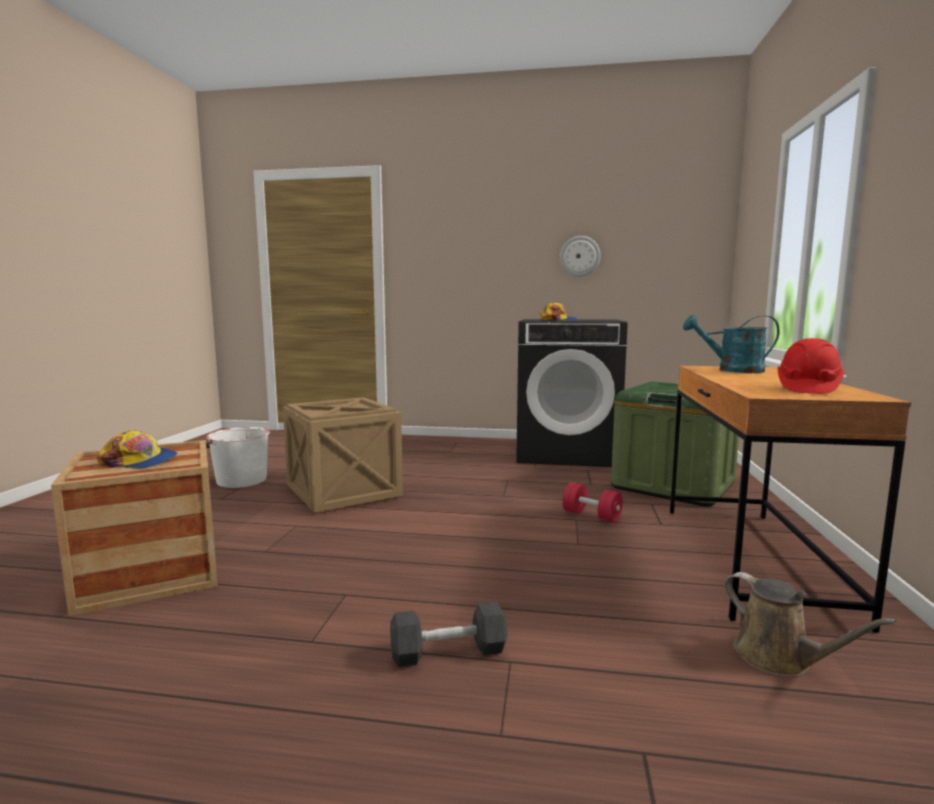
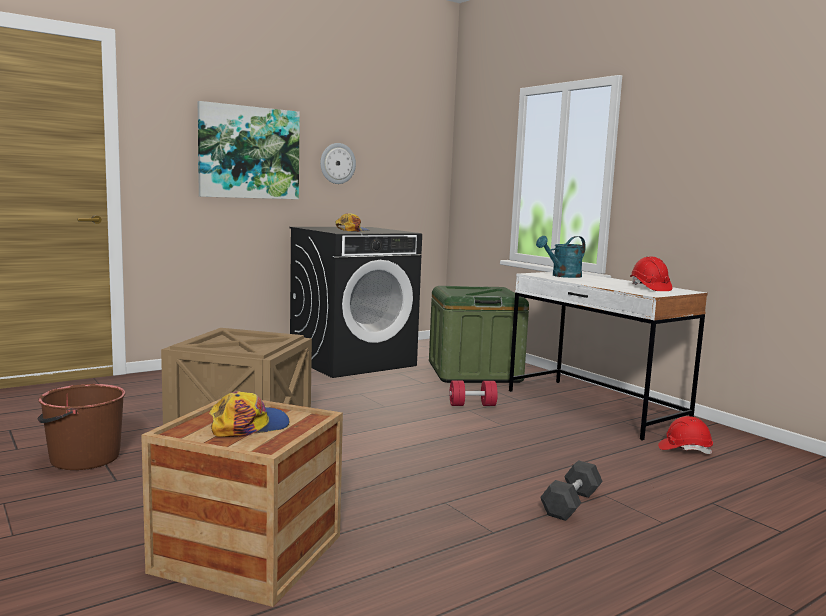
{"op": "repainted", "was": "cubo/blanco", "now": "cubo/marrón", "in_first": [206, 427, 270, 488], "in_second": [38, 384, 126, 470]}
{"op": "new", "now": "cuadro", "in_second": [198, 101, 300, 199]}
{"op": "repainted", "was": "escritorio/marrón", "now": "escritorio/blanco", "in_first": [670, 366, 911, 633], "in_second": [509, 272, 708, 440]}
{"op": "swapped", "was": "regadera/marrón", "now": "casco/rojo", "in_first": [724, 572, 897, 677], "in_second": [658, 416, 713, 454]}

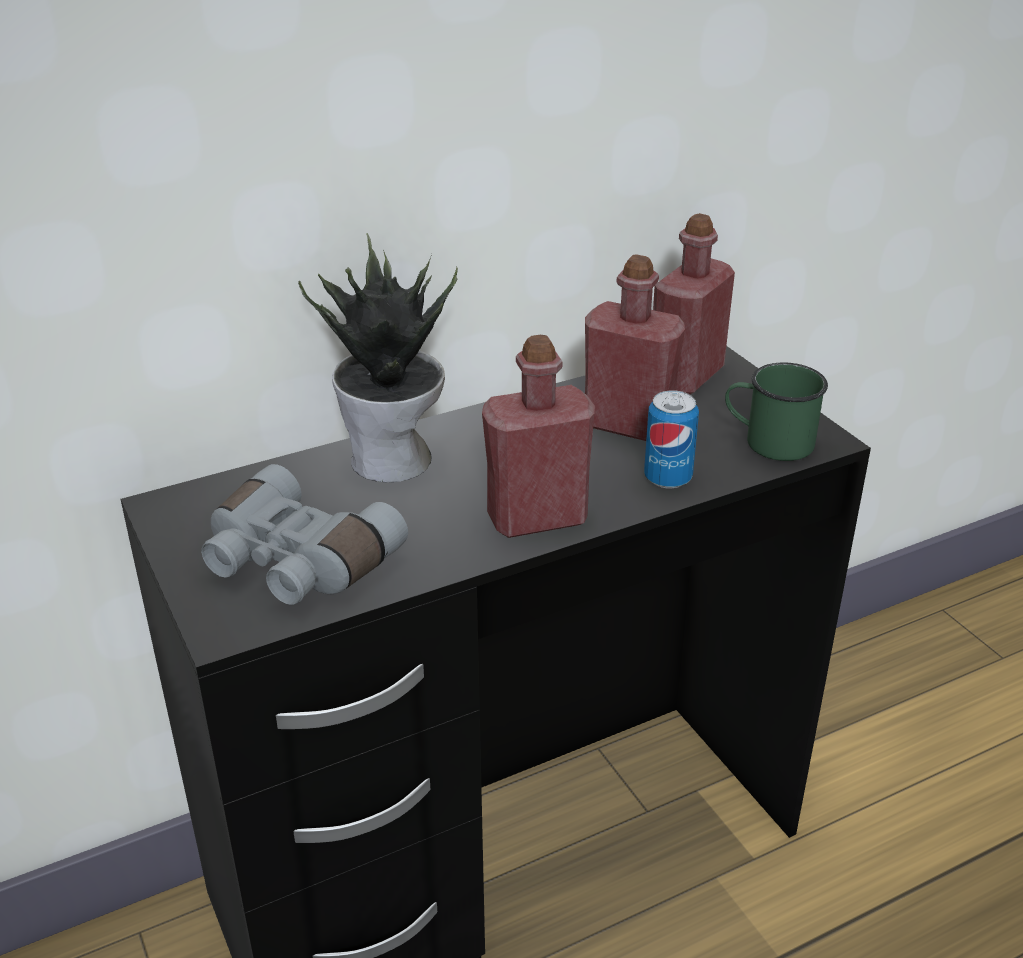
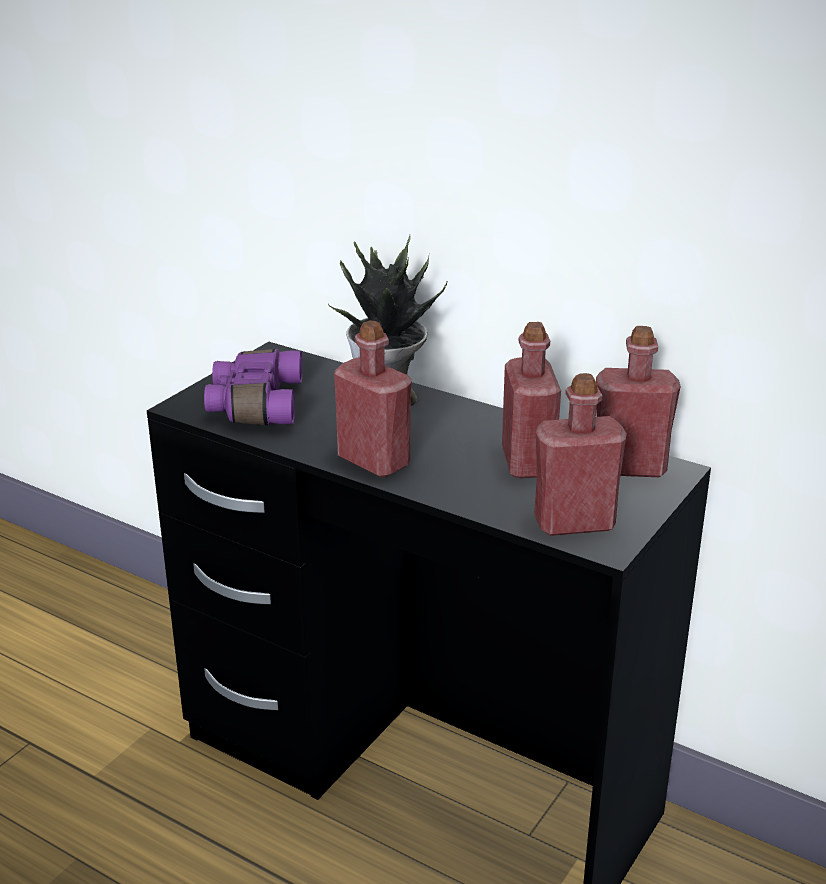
{"op": "repainted", "was": "prismáticos/gris", "now": "prismáticos/morado", "in_first": [201, 464, 408, 605], "in_second": [204, 349, 303, 426]}
{"op": "swapped", "was": "taza grande/verde", "now": "botella/rojo", "in_first": [725, 362, 828, 461], "in_second": [534, 373, 627, 536]}
{"op": "gone", "was": "lata", "in_first": [644, 390, 699, 488]}

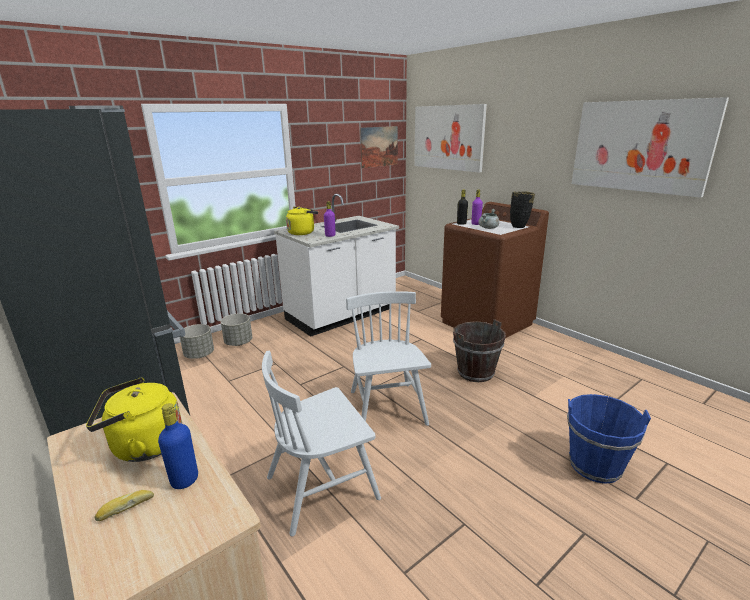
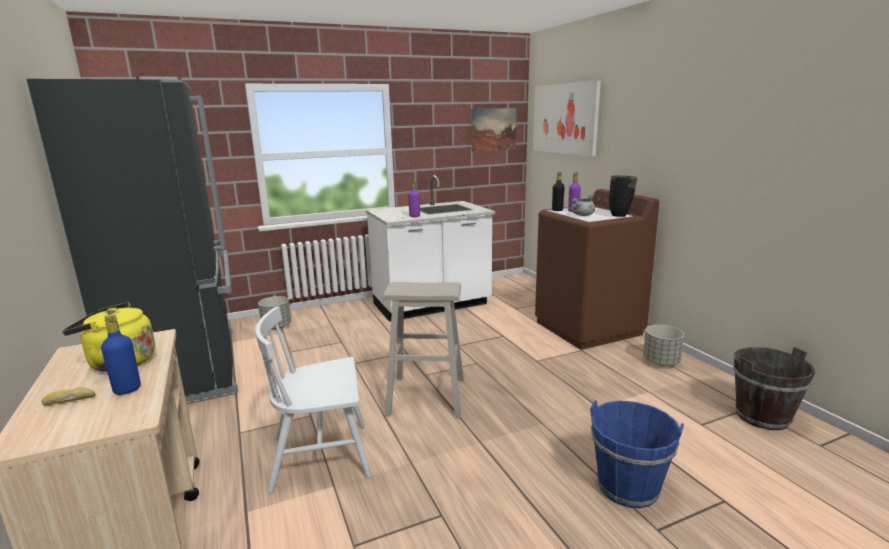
{"op": "swapped", "was": "silla/blanco", "now": "taburete/beis", "in_first": [346, 291, 431, 426], "in_second": [383, 282, 464, 418]}
{"op": "shifted", "was": "maceta/gris", "in_first": [221, 313, 252, 346], "in_second": [643, 325, 684, 366]}
{"op": "shifted", "was": "cubo/marrón", "in_first": [453, 319, 506, 382], "in_second": [733, 347, 816, 430]}
{"op": "gone", "was": "hervidor/amarillo", "in_first": [286, 207, 318, 235]}
{"op": "gone", "was": "cuadro", "in_first": [571, 97, 729, 198]}

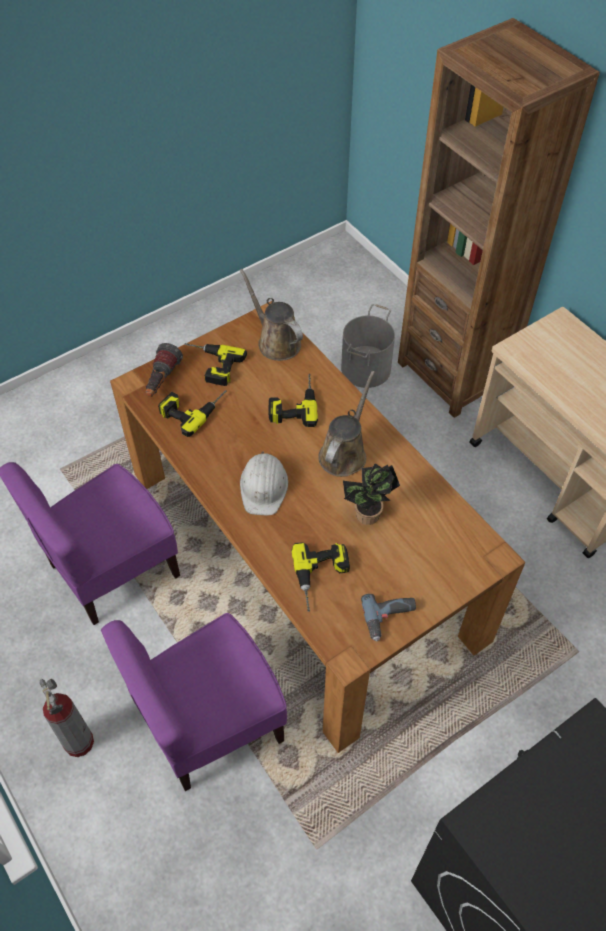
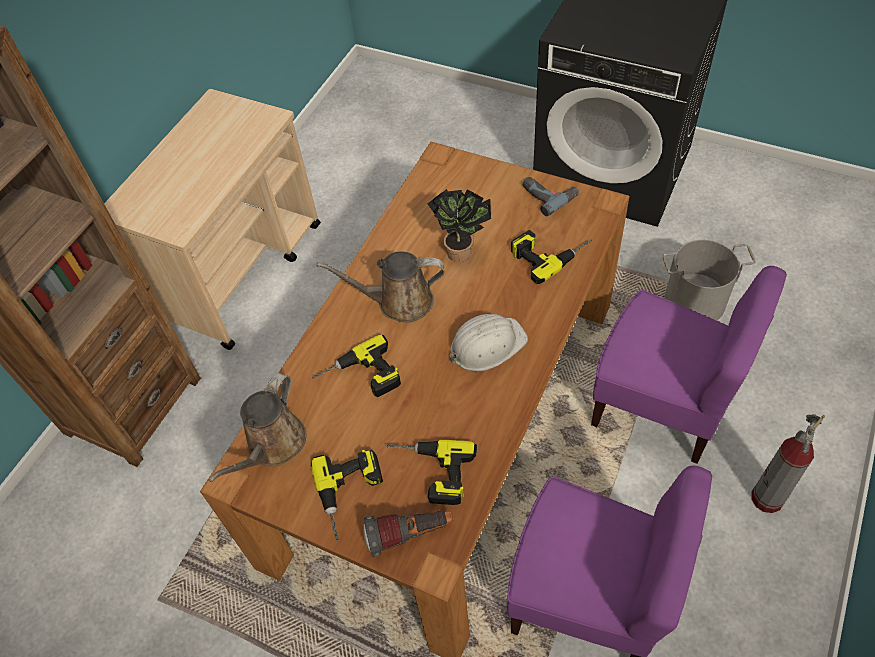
{"op": "shifted", "was": "cubo/gris", "in_first": [341, 304, 395, 388], "in_second": [663, 240, 756, 321]}

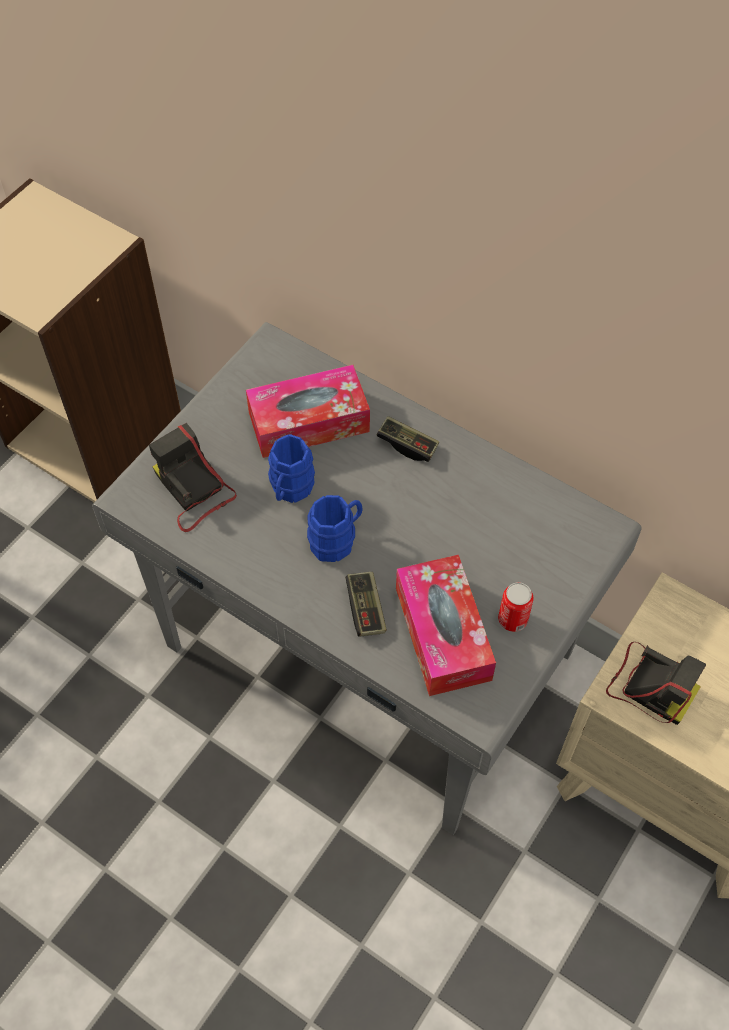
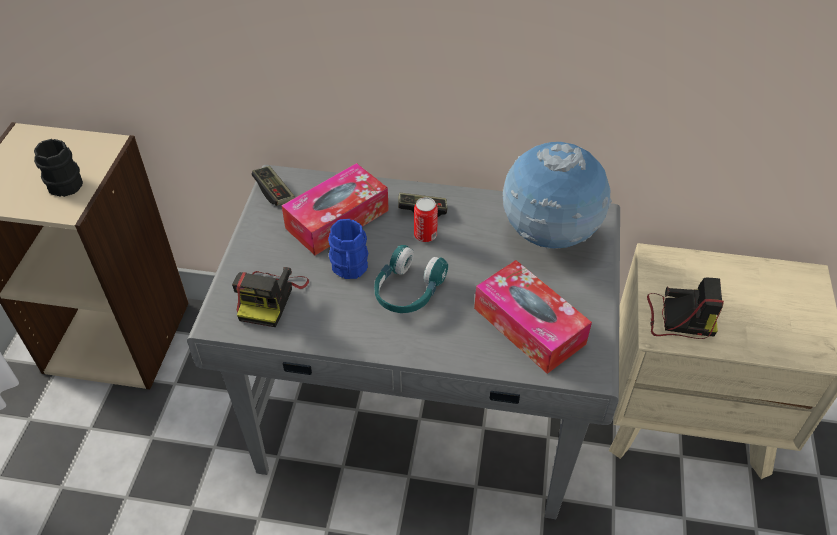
{"op": "new", "now": "taza grande/negro", "in_second": [34, 139, 83, 197]}
{"op": "rotated", "was": "cámara", "in_first": [149, 423, 237, 532], "in_second": [232, 267, 309, 327], "clockwise": -105}
{"op": "shifted", "was": "mando de consola", "in_first": [345, 572, 387, 637], "in_second": [252, 166, 295, 206]}
{"op": "swapped", "was": "taza grande/azul", "now": "auriculares/turquesa", "in_first": [307, 495, 363, 562], "in_second": [374, 245, 448, 313]}
{"op": "shifted", "was": "lata", "in_first": [498, 582, 533, 632], "in_second": [414, 197, 438, 242]}
{"op": "new", "now": "globo terráqueo", "in_second": [503, 142, 612, 249]}

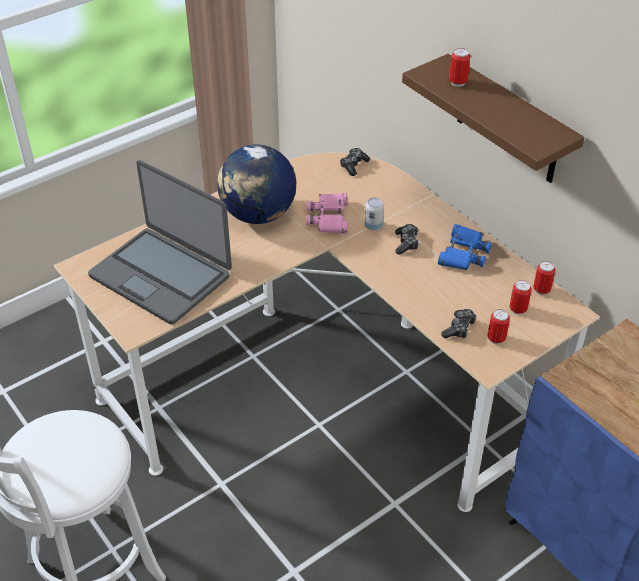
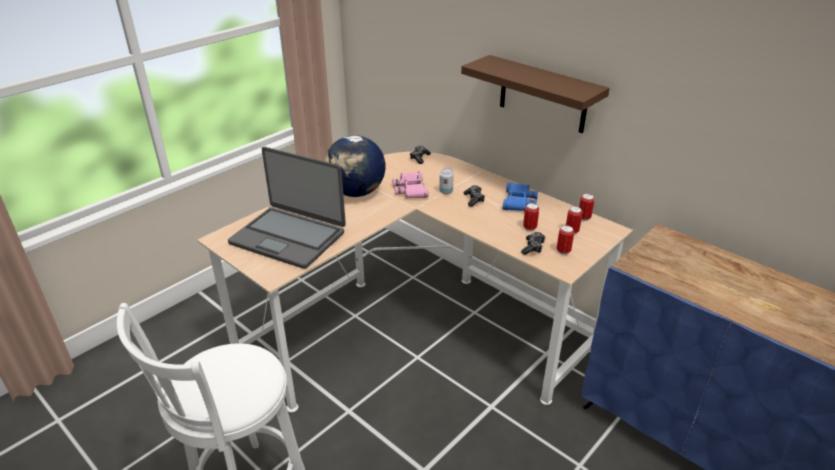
{"op": "shifted", "was": "lata", "in_first": [449, 48, 470, 87], "in_second": [523, 203, 539, 231]}

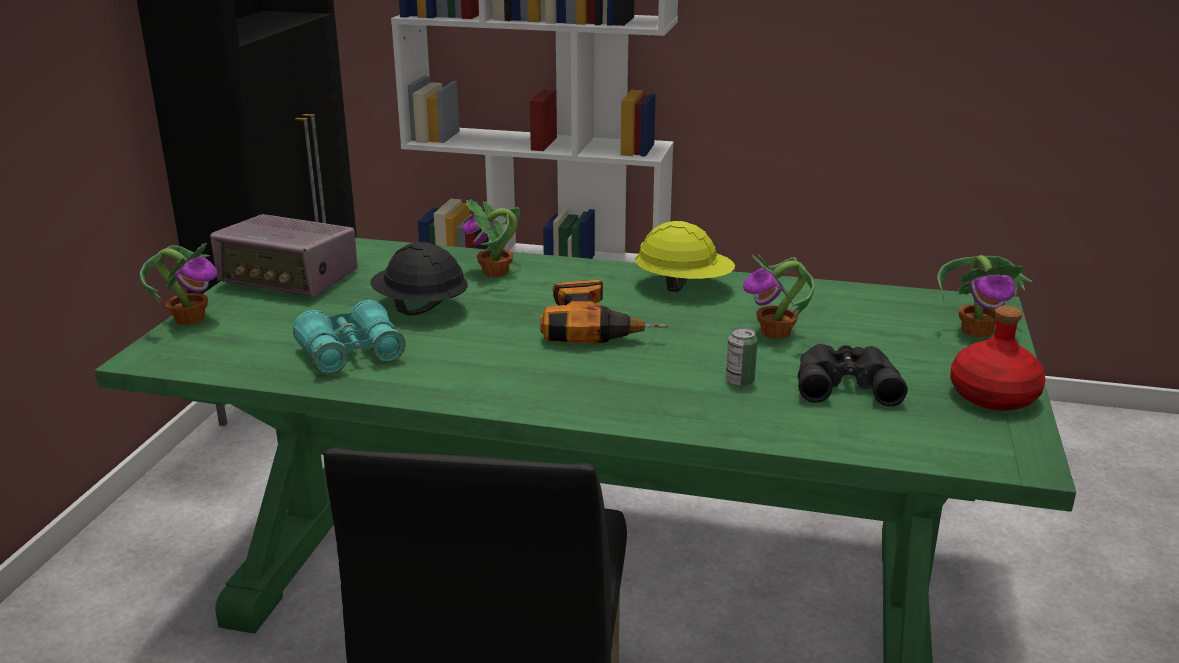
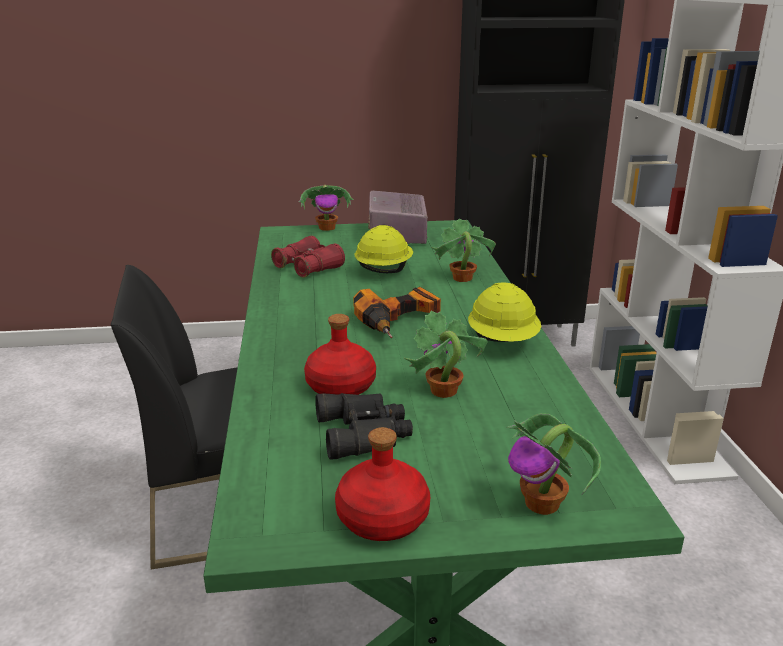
{"op": "repainted", "was": "prismáticos/turquesa", "now": "prismáticos/rojo", "in_first": [293, 300, 406, 374], "in_second": [271, 236, 345, 277]}
{"op": "swapped", "was": "lata", "now": "botella/rojo", "in_first": [726, 327, 758, 387], "in_second": [304, 314, 376, 395]}
{"op": "repainted", "was": "casco/negro", "now": "casco/amarillo", "in_first": [370, 242, 468, 316], "in_second": [355, 225, 413, 273]}

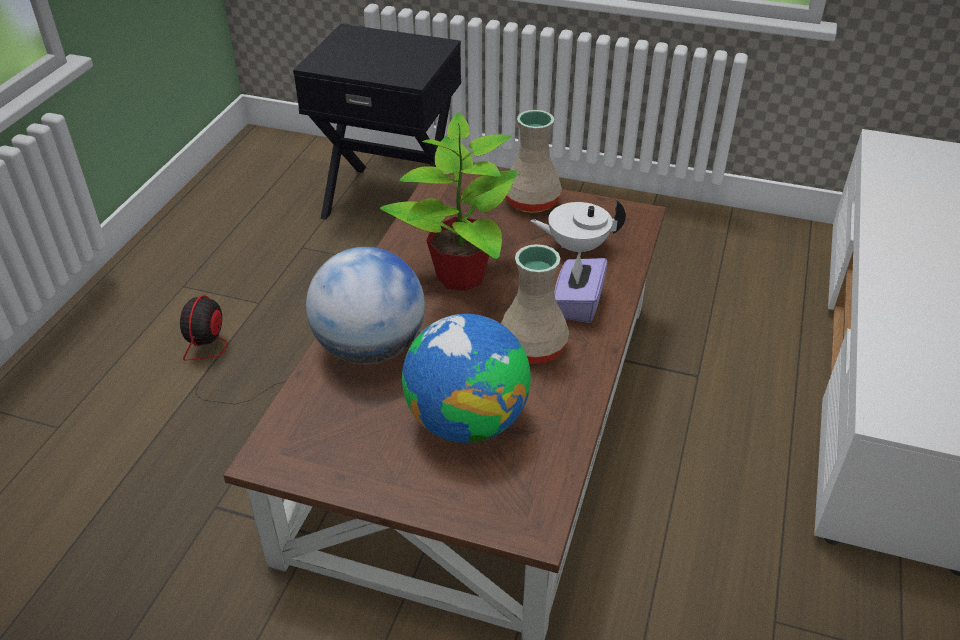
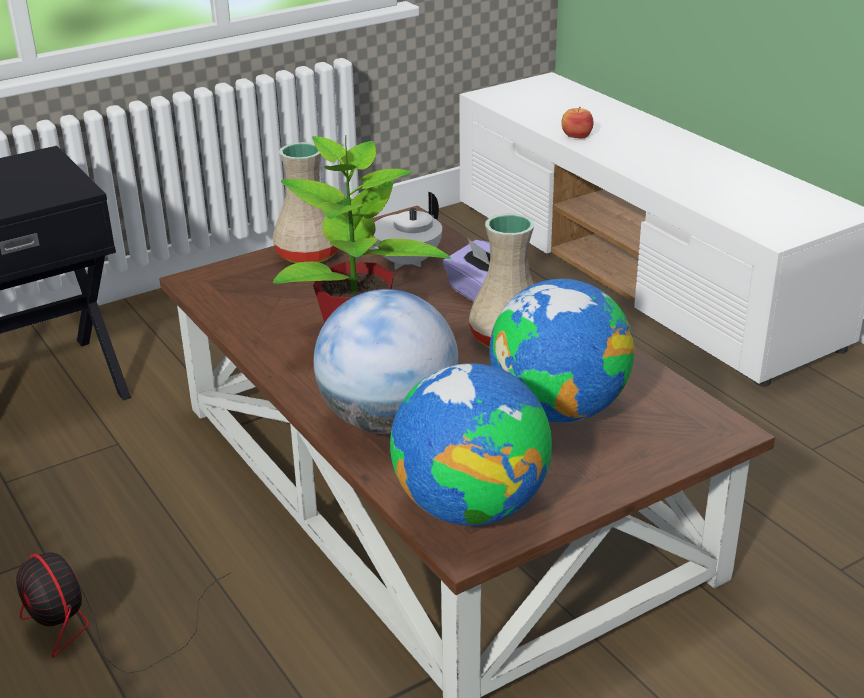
{"op": "new", "now": "globo terráqueo", "in_second": [390, 363, 552, 526]}
{"op": "new", "now": "manzana", "in_second": [561, 107, 593, 139]}

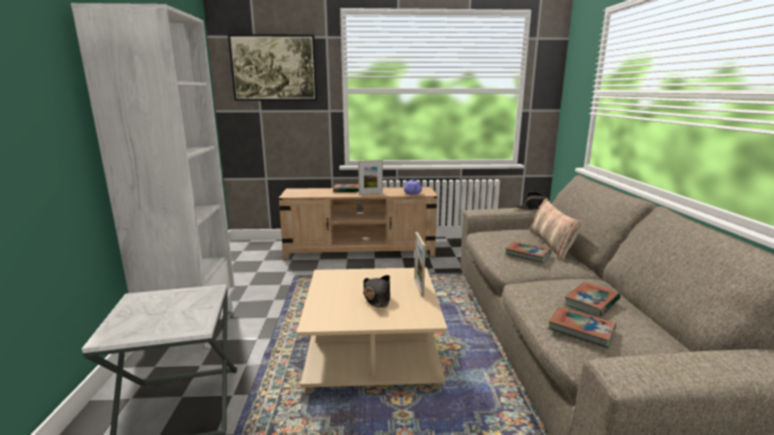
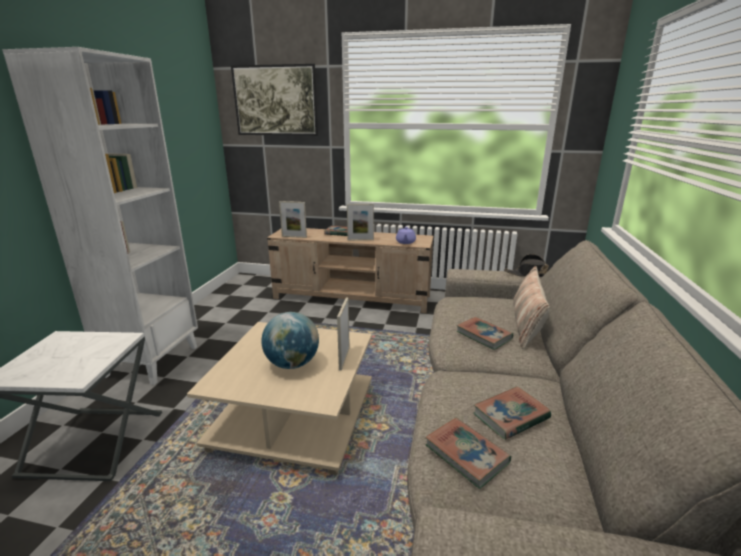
{"op": "swapped", "was": "sombrero/negro", "now": "globo terráqueo", "in_first": [363, 275, 390, 308], "in_second": [261, 312, 319, 369]}
{"op": "new", "now": "portarretratos", "in_second": [279, 201, 307, 238]}

